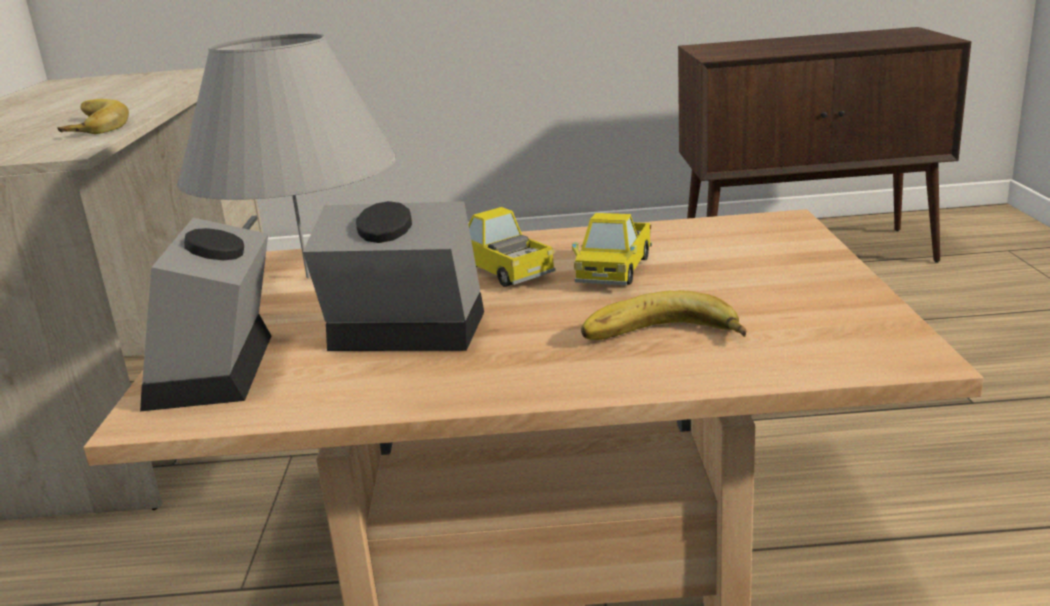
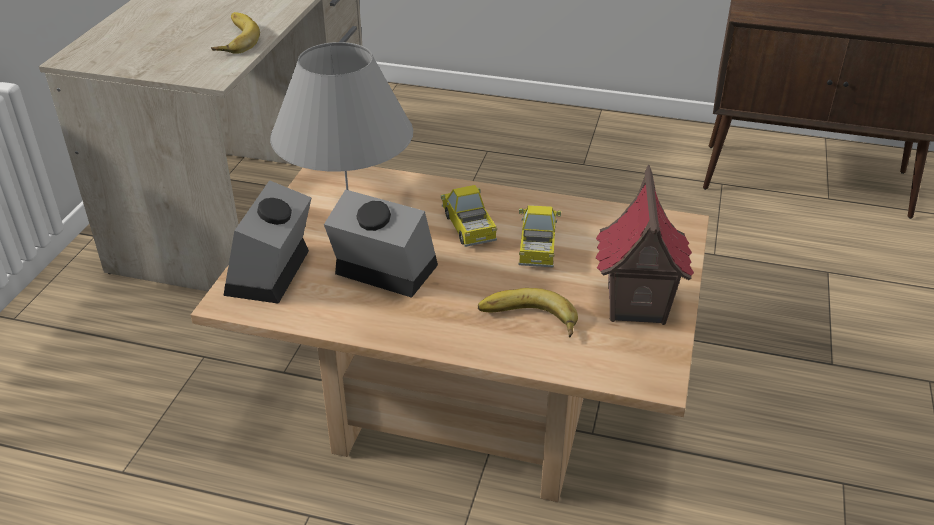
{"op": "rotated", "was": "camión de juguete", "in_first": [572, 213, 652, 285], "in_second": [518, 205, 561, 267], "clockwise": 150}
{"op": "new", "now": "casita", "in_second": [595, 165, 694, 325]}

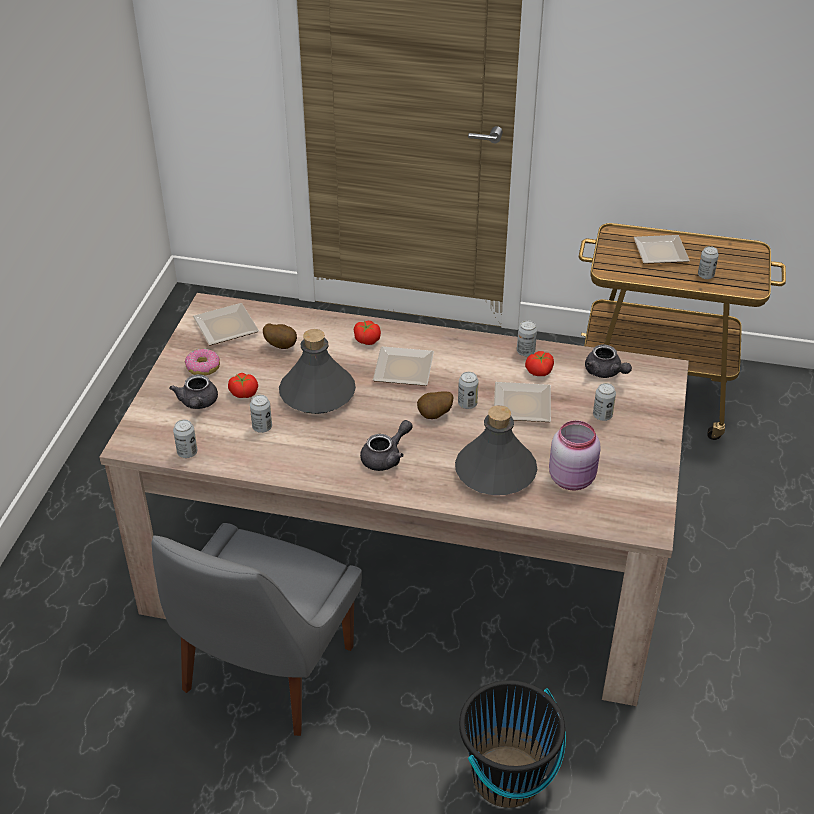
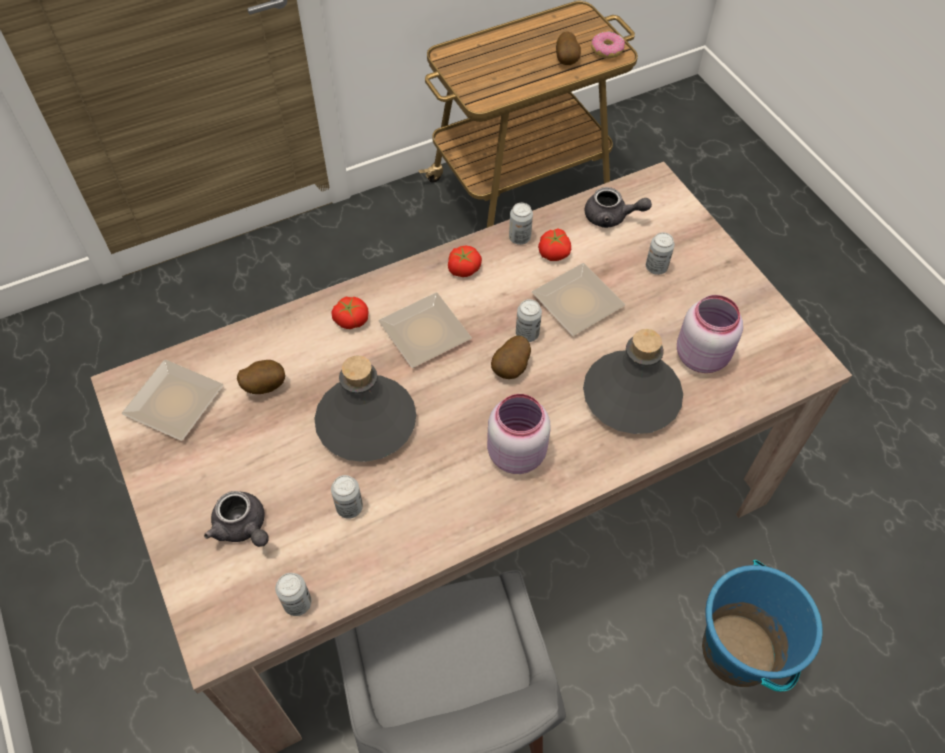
{"op": "shifted", "was": "tomate", "in_first": [228, 373, 258, 398], "in_second": [448, 245, 482, 277]}
{"op": "swapped", "was": "tetera/gris", "now": "tarro/rosa", "in_first": [360, 420, 413, 471], "in_second": [487, 394, 550, 474]}
{"op": "swapped", "was": "lata", "now": "patata", "in_first": [698, 246, 719, 279], "in_second": [556, 32, 581, 65]}
{"op": "shifted", "was": "rosquilla", "in_first": [185, 349, 220, 376], "in_second": [591, 32, 625, 58]}
{"op": "repainted", "was": "cubo/negro", "now": "cubo/azul", "in_first": [459, 680, 566, 808], "in_second": [702, 560, 823, 692]}
{"op": "gone", "was": "plato", "in_first": [634, 235, 690, 264]}

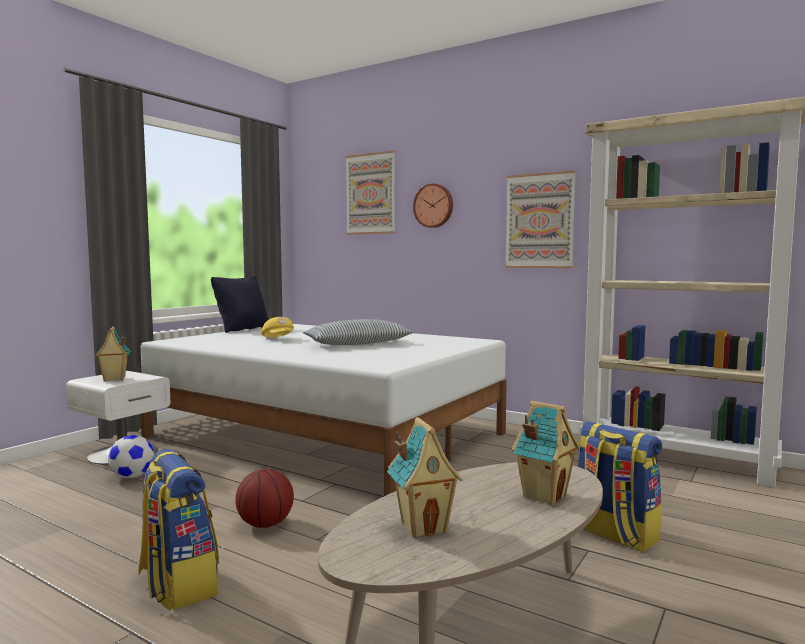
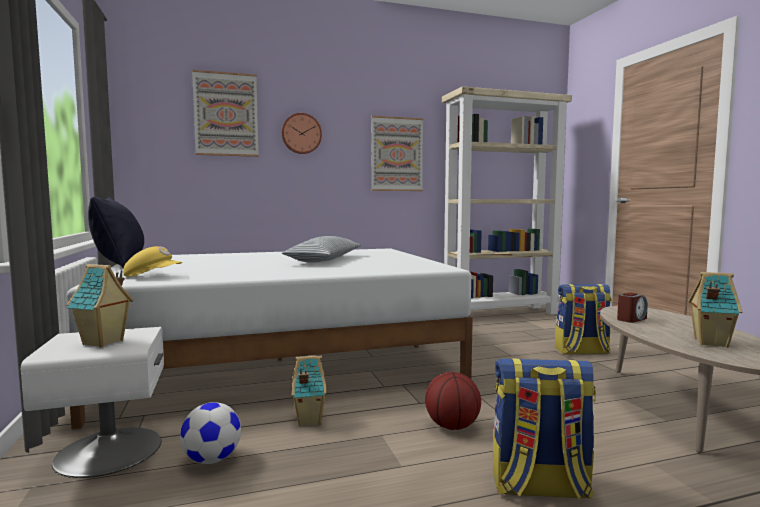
{"op": "shifted", "was": "gorra/amarillo", "in_first": [262, 317, 294, 338], "in_second": [123, 246, 182, 277]}
{"op": "shifted", "was": "casita", "in_first": [512, 401, 580, 506], "in_second": [292, 355, 327, 426]}
{"op": "new", "now": "despertador", "in_second": [617, 292, 648, 323]}

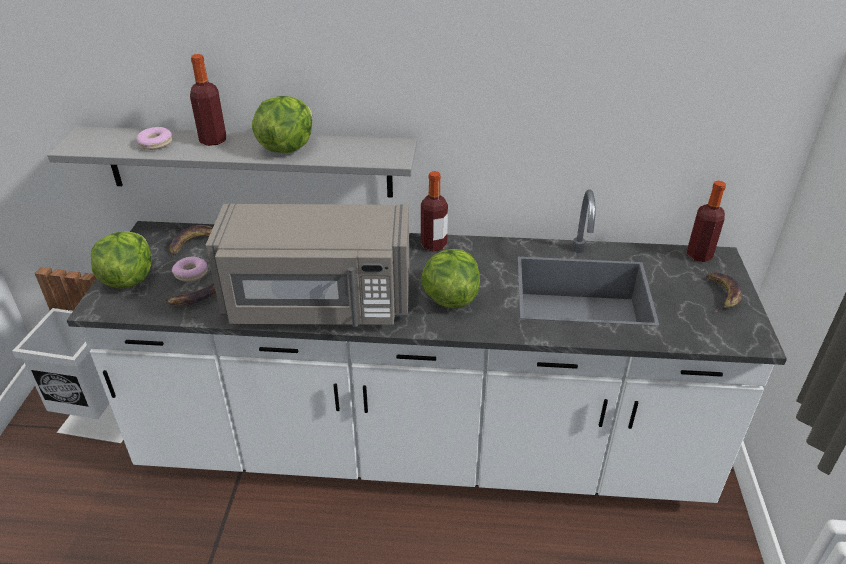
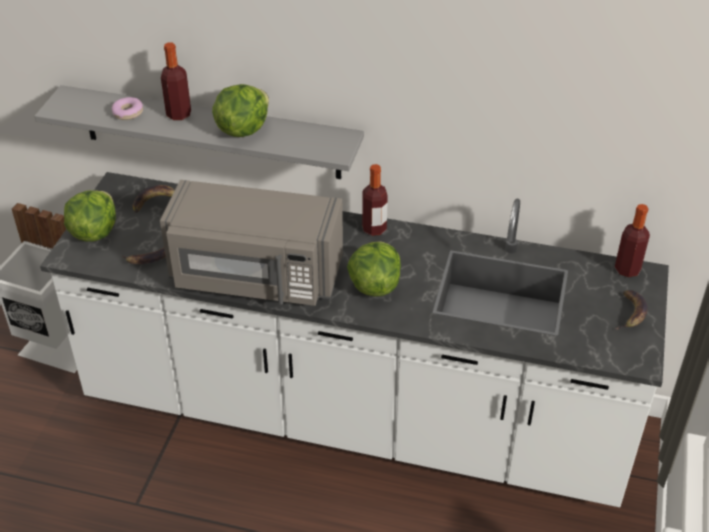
{"op": "gone", "was": "rosquilla", "in_first": [172, 257, 208, 282]}

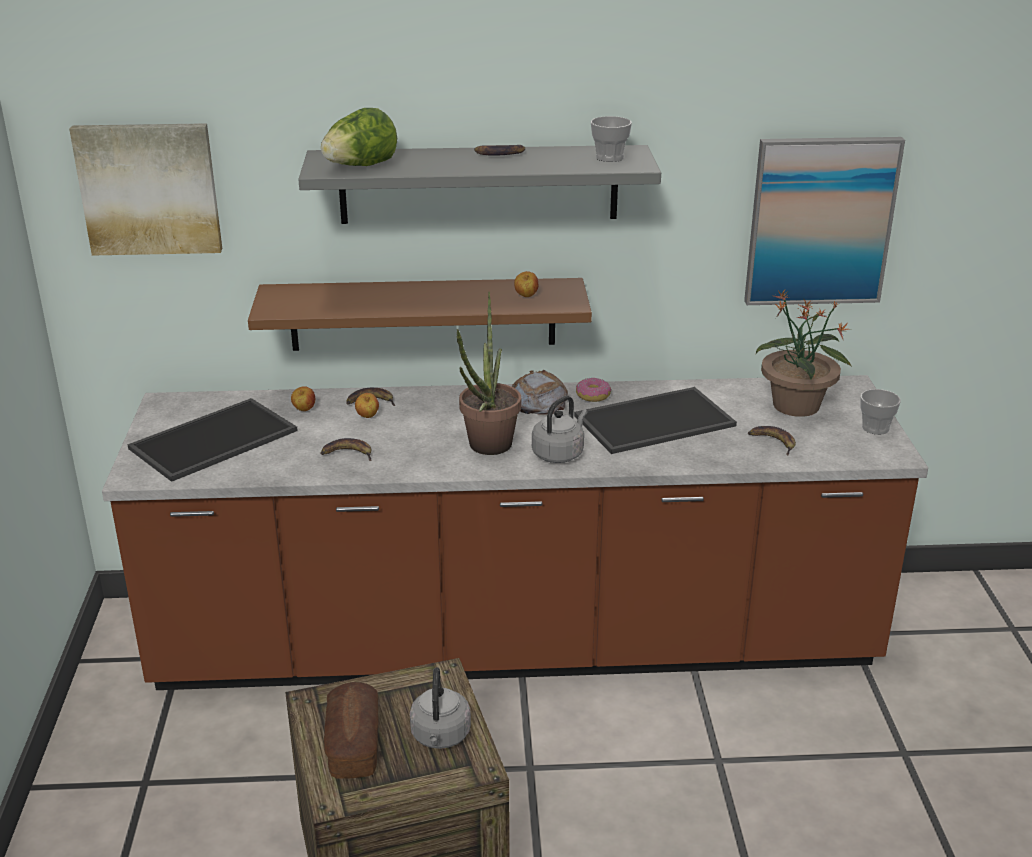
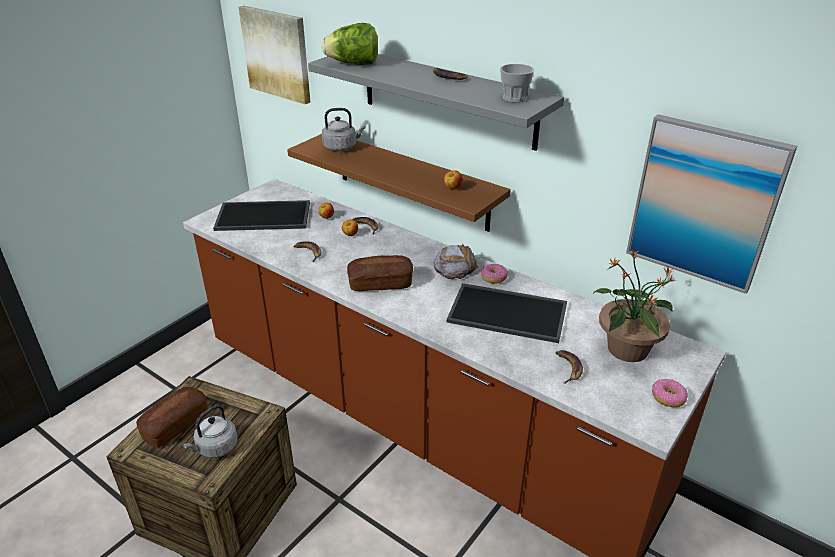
{"op": "shifted", "was": "hervidor/gris", "in_first": [532, 396, 588, 463], "in_second": [322, 108, 366, 151]}
{"op": "swapped", "was": "planta en maceta", "now": "pan", "in_first": [457, 292, 521, 455], "in_second": [347, 255, 413, 291]}
{"op": "swapped", "was": "taza", "now": "rosquilla", "in_first": [860, 389, 901, 435], "in_second": [652, 379, 688, 407]}

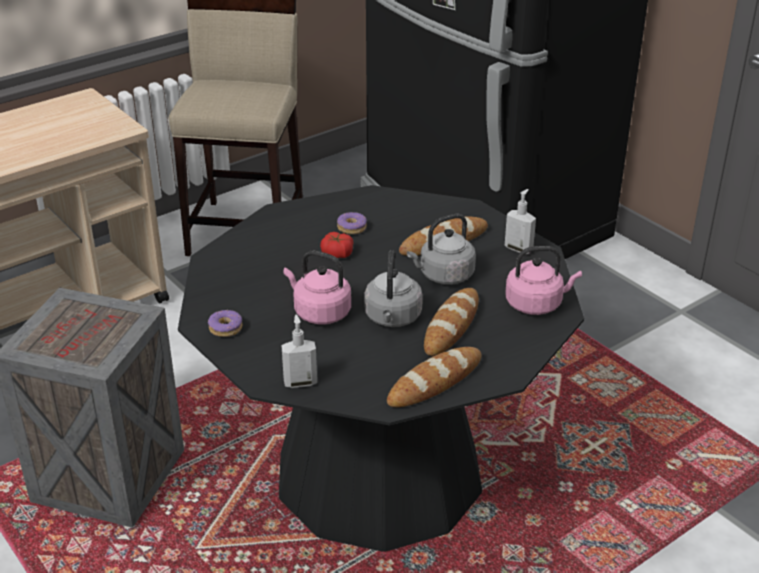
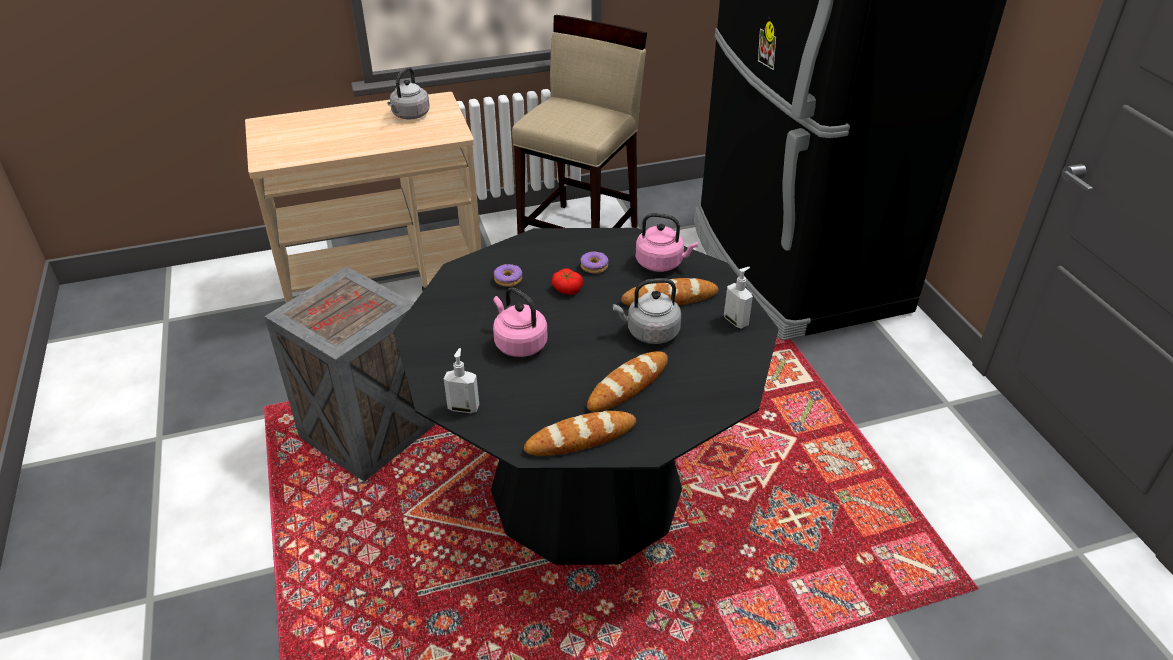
{"op": "shifted", "was": "hervidor/gris", "in_first": [364, 250, 423, 327], "in_second": [387, 67, 430, 119]}
{"op": "shifted", "was": "rosquilla", "in_first": [208, 310, 243, 337], "in_second": [494, 264, 522, 287]}
{"op": "shifted", "was": "hervidor/rosa", "in_first": [505, 246, 582, 315], "in_second": [636, 213, 698, 272]}

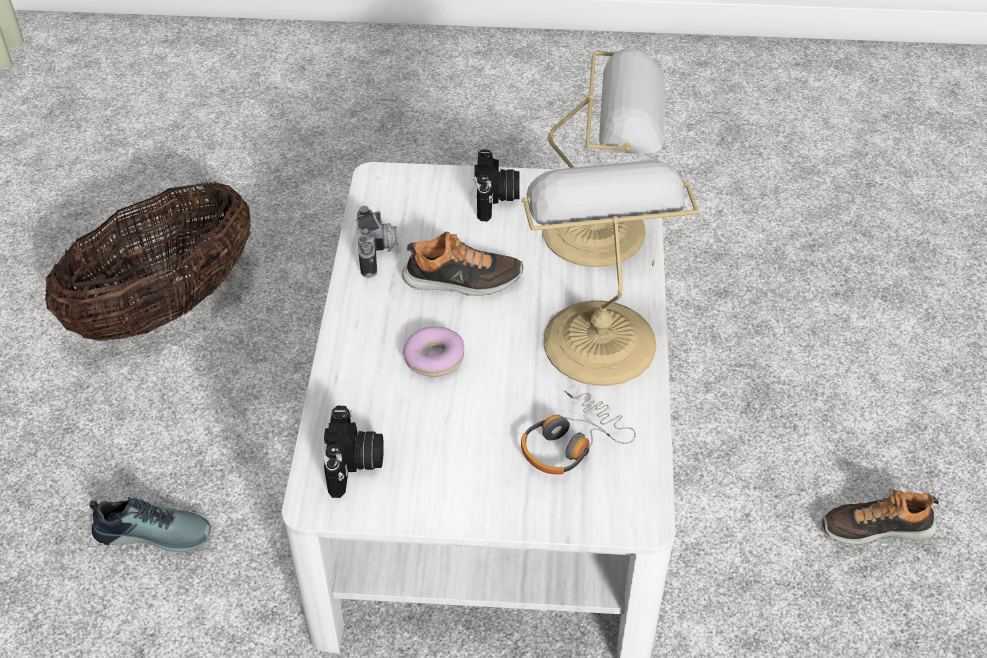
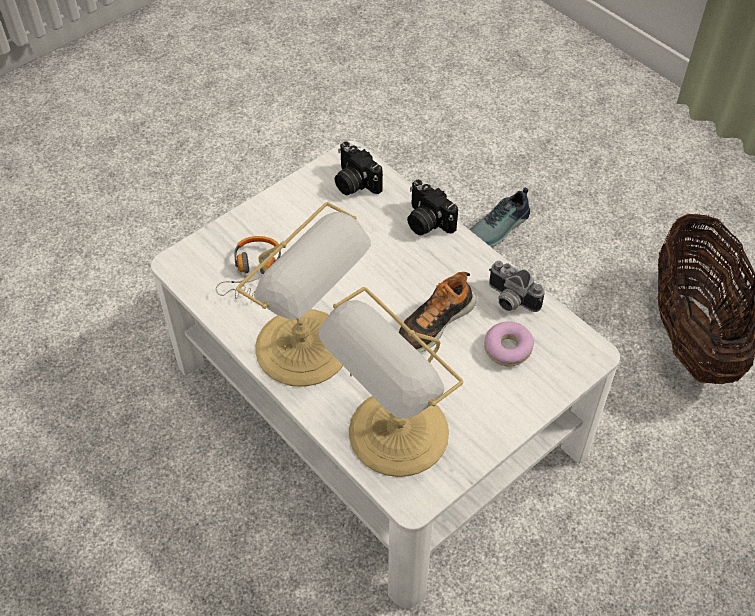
{"op": "shifted", "was": "cámara", "in_first": [473, 150, 520, 221], "in_second": [407, 179, 458, 236]}
{"op": "shifted", "was": "rosquilla", "in_first": [403, 327, 464, 377], "in_second": [484, 321, 534, 367]}
{"op": "gone", "was": "zapato", "in_first": [822, 490, 939, 545]}

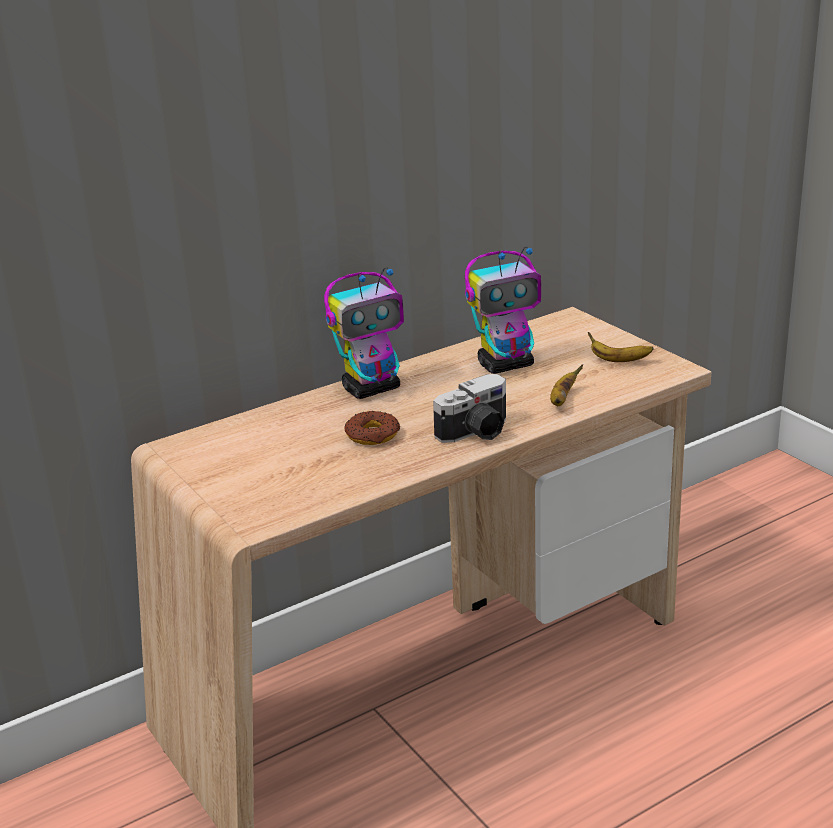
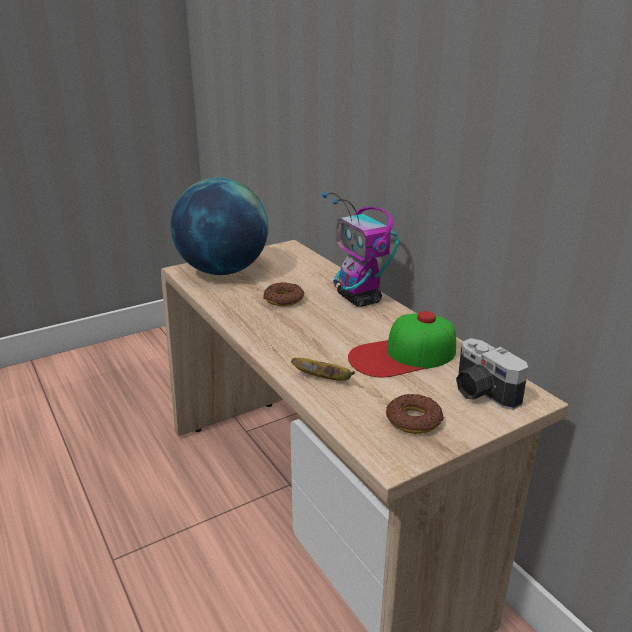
{"op": "new", "now": "globo terráqueo", "in_second": [170, 177, 268, 275]}
{"op": "swapped", "was": "robot de juguete", "now": "gorra", "in_first": [465, 247, 541, 374], "in_second": [348, 311, 456, 377]}
{"op": "swapped", "was": "plátano", "now": "rosquilla", "in_first": [588, 332, 653, 362], "in_second": [386, 394, 444, 434]}
{"op": "shifted", "was": "cámara", "in_first": [433, 374, 506, 443], "in_second": [456, 338, 529, 410]}

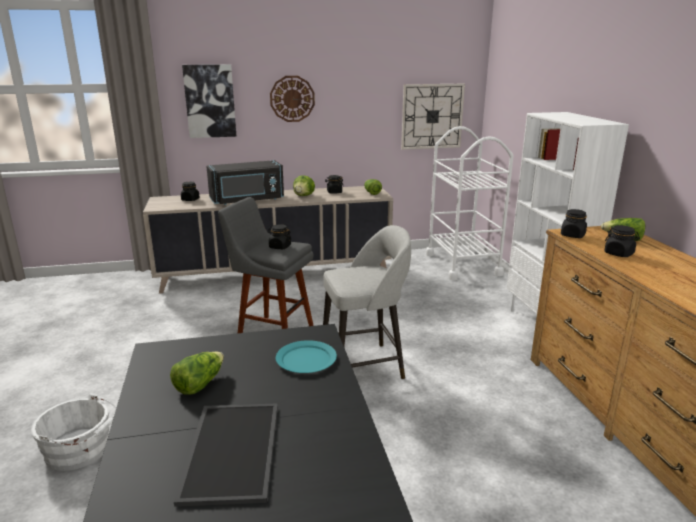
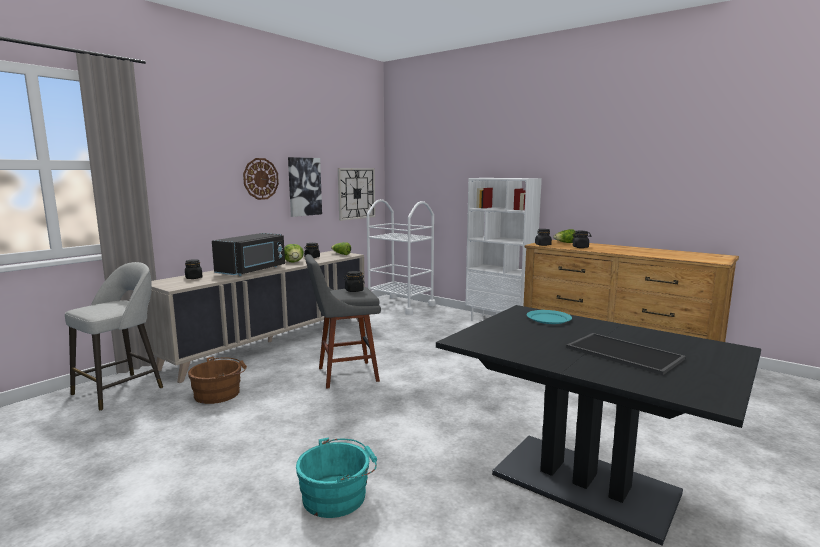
{"op": "shifted", "was": "taburete/gris", "in_first": [323, 225, 411, 379], "in_second": [65, 262, 163, 411]}
{"op": "new", "now": "cubo/marrón", "in_second": [188, 357, 247, 404]}
{"op": "shifted", "was": "cuadro", "in_first": [182, 64, 236, 138], "in_second": [288, 157, 322, 217]}
{"op": "repainted", "was": "cubo/blanco", "now": "cubo/turquesa", "in_first": [31, 393, 116, 471], "in_second": [296, 437, 377, 518]}
{"op": "gone", "was": "lechuga", "in_first": [170, 352, 224, 395]}

